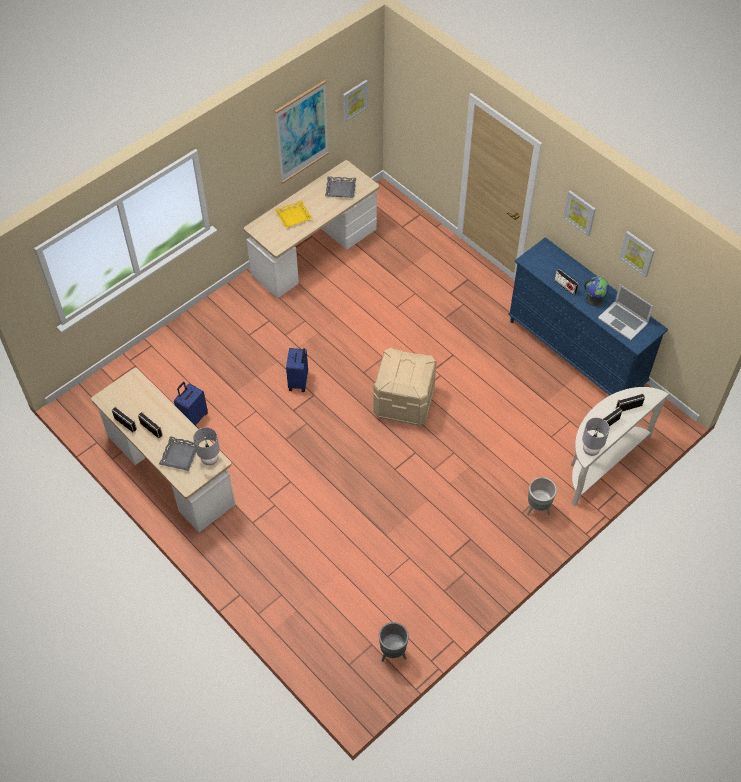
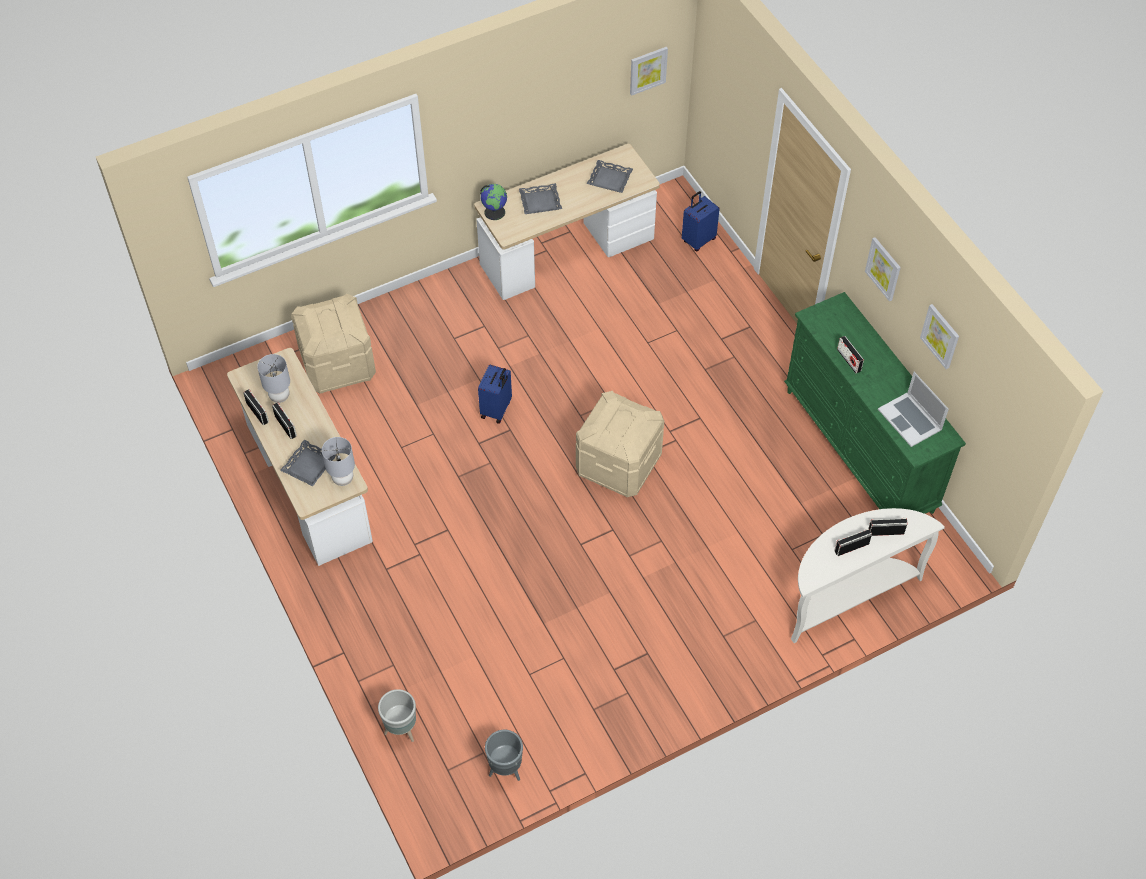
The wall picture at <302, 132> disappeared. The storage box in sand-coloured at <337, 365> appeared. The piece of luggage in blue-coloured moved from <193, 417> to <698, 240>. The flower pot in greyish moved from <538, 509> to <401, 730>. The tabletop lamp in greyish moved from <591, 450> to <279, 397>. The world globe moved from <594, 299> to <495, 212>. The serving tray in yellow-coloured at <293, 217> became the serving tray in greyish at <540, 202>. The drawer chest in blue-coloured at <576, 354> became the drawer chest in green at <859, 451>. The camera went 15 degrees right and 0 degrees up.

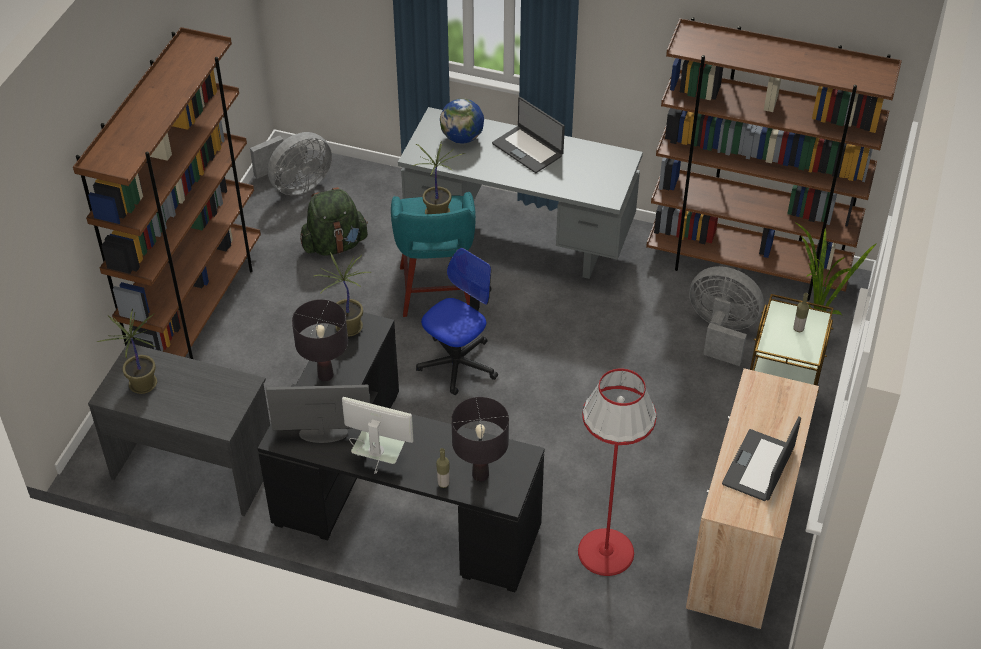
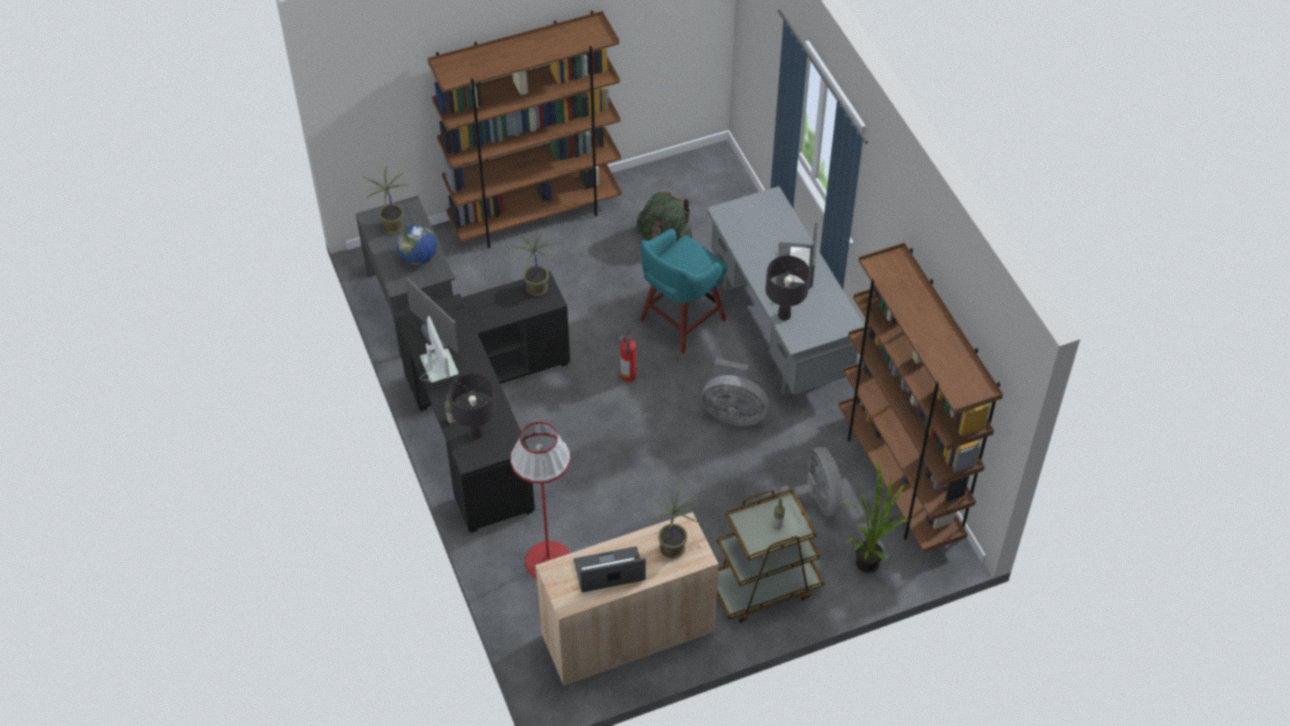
The fan in greyish moved from <296, 185> to <733, 413>. The tabletop lamp in blackish moved from <325, 375> to <784, 315>. The plant in a pot moved from <437, 213> to <673, 548>. The world globe moved from <462, 138> to <418, 258>. The computer chair at <457, 364> was replaced by the fire extinguisher at <628, 377>. The camera went 50 degrees right and 5 degrees up.

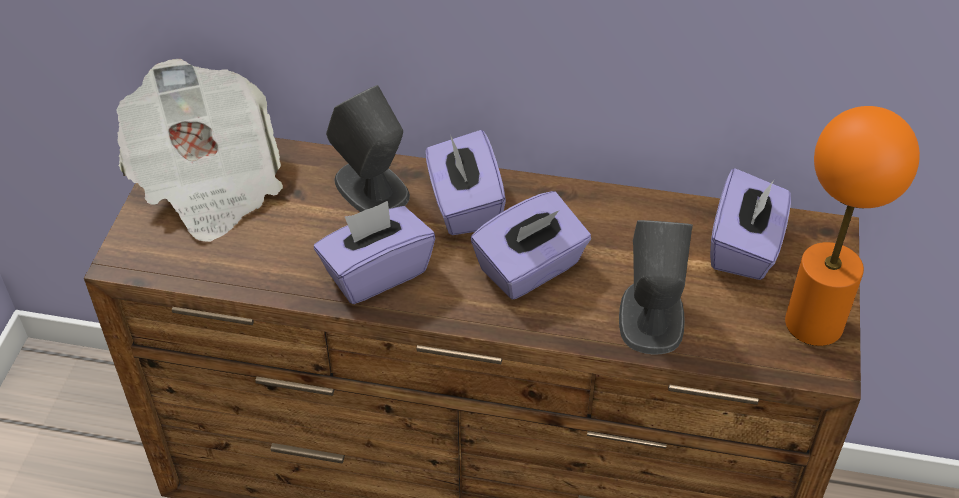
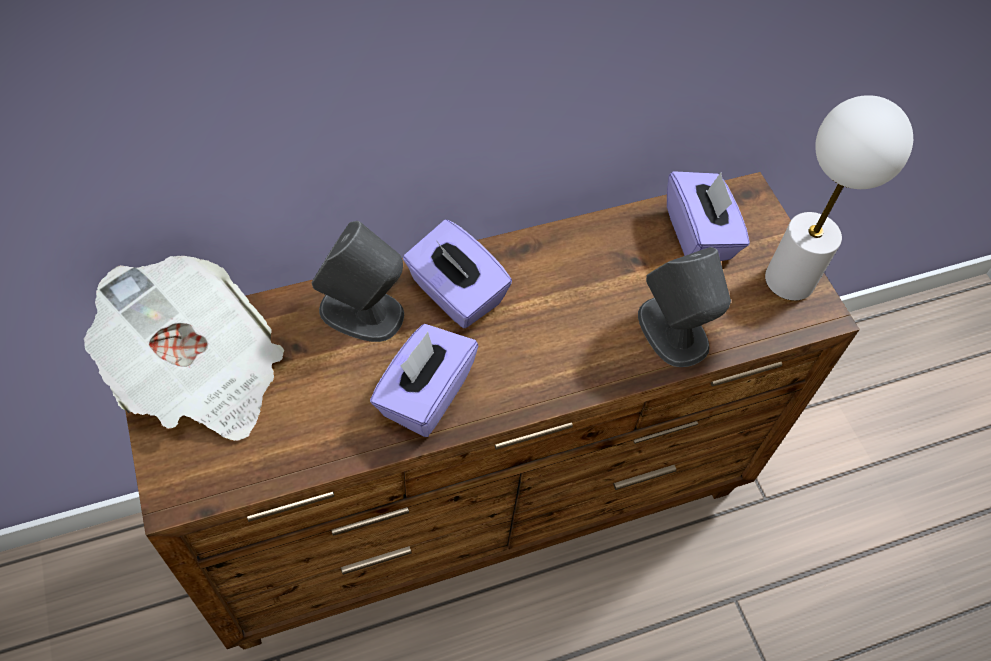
The tissue box in purplish at <530, 269> disappeared. The tabletop lamp in orange-coloured at <813, 324> became the tabletop lamp in whitish at <789, 280>. The camera went 35 degrees left and 10 degrees up.

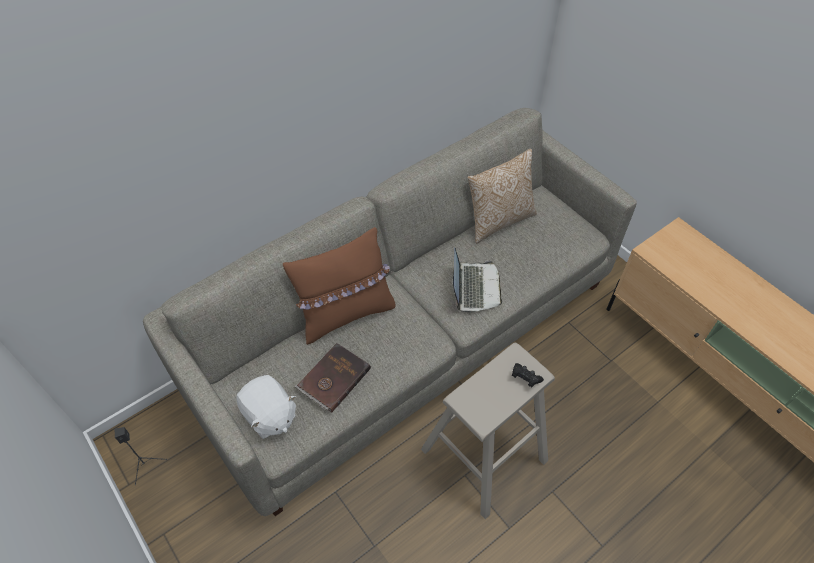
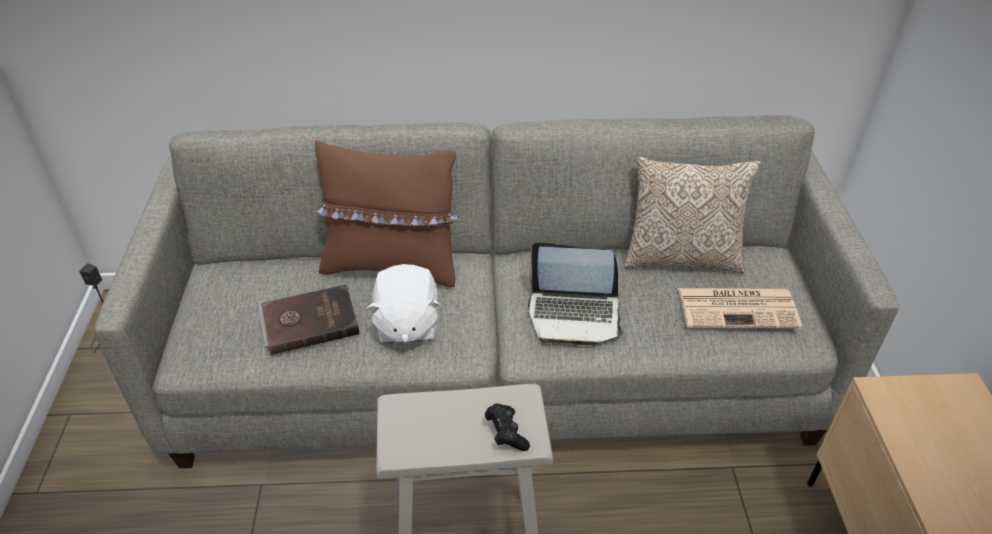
The newspaper at <739, 308> appeared. The plush toy in whitish moved from <269, 416> to <406, 324>. The laptop at <474, 287> turned 60 degrees clockwise. The camera went 35 degrees right and 10 degrees down.

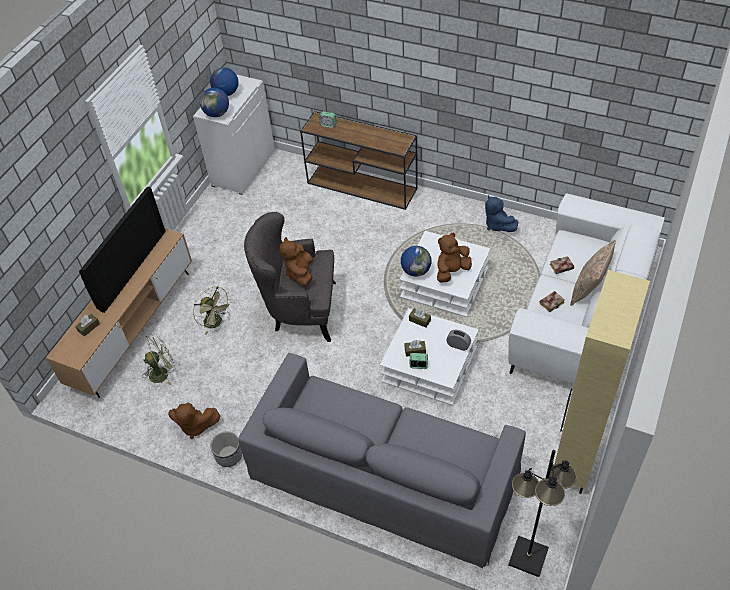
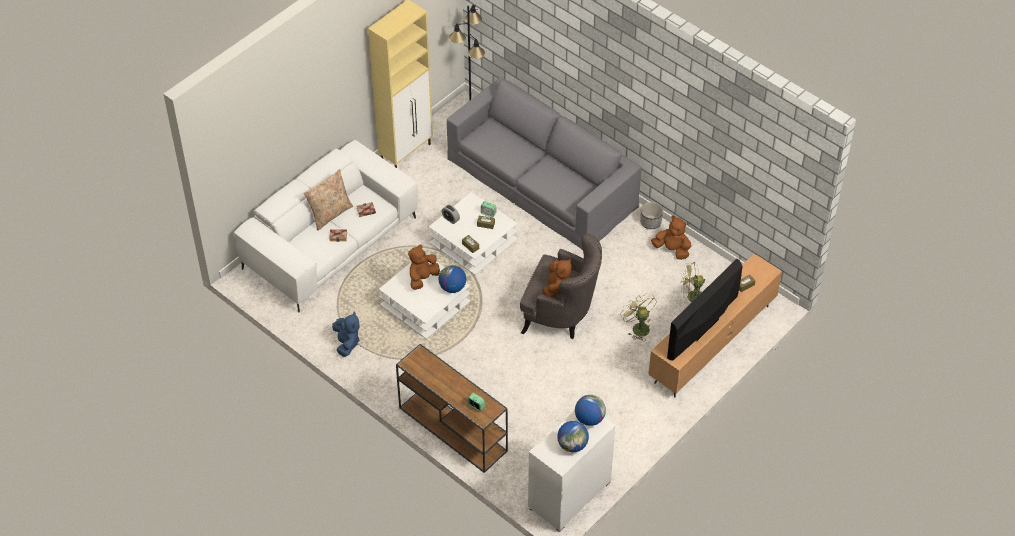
The plush toy in brown-coloured at <452, 271> turned 150 degrees clockwise. The camera went 165 degrees left and 0 degrees up.

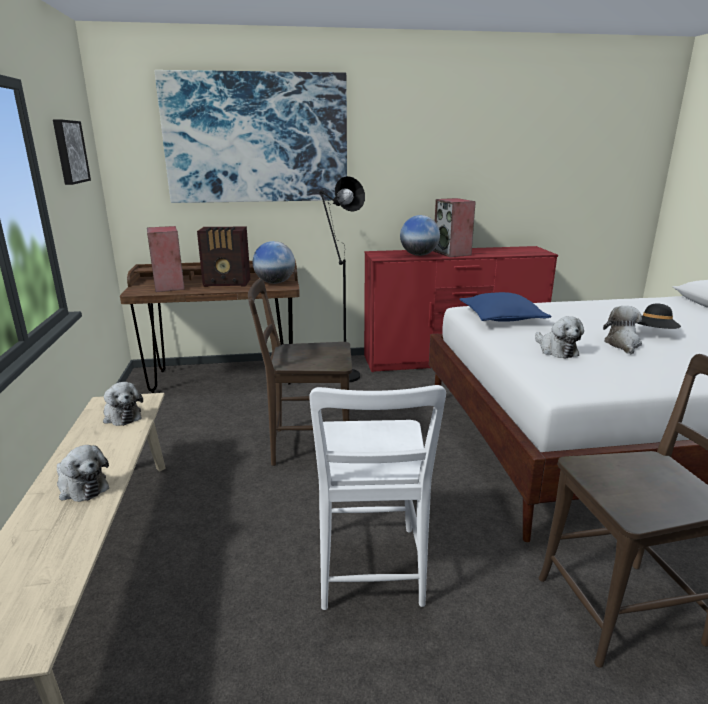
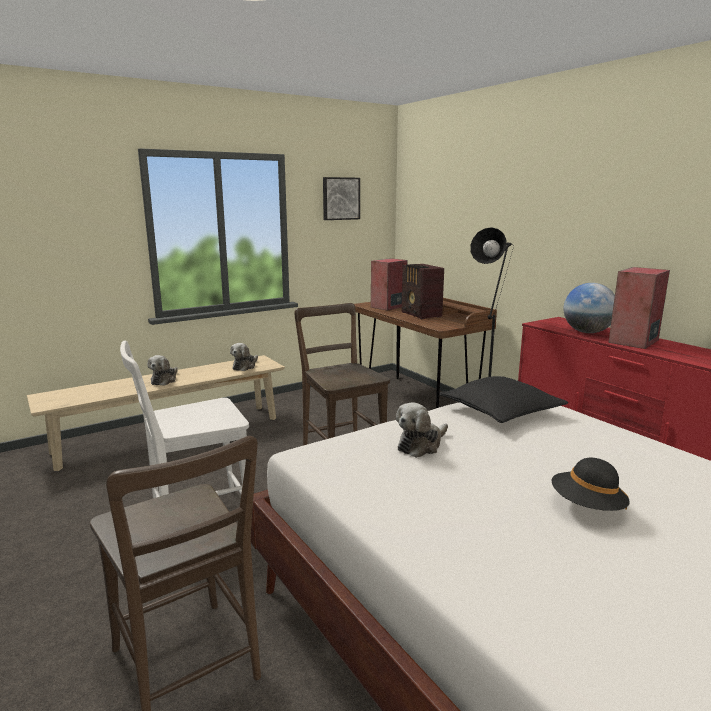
The wall picture at <257, 139> disappeared. The world globe at <275, 283> disappeared. The plush toy at <622, 344> disappeared. The throw pillow in blue-coloured at <501, 318> became the throw pillow in blackish at <501, 411>. The camera went 65 degrees right and 5 degrees down.

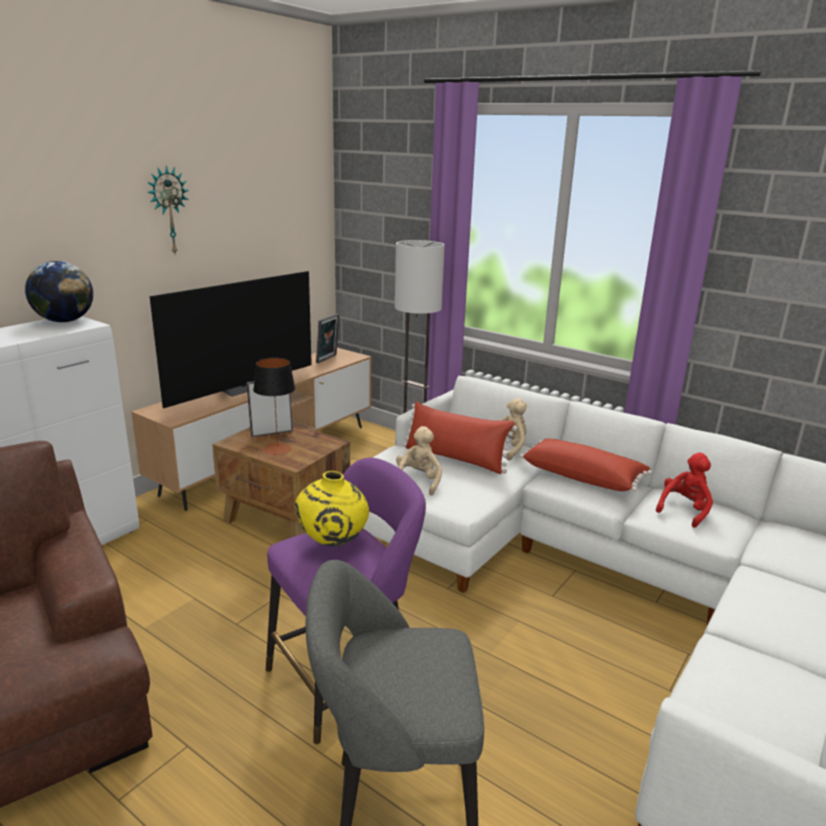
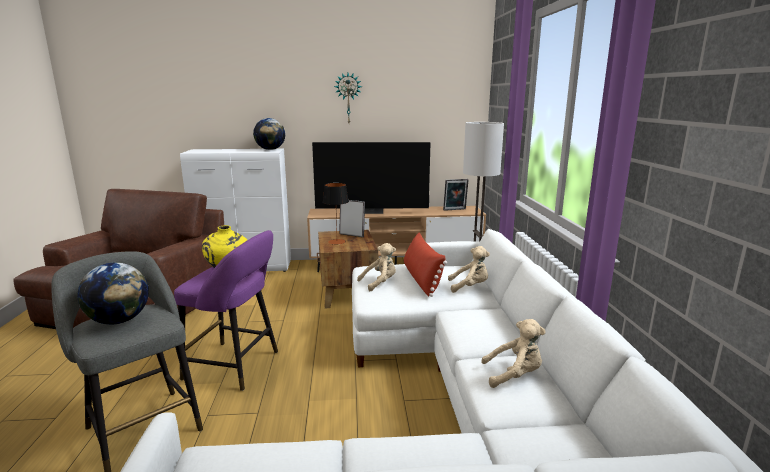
The throw pillow in red at <583, 477> disappeared. The world globe at <119, 320> appeared. The plush toy in red at <684, 510> became the plush toy in sand-coloured at <514, 375>. The camera went 50 degrees right and 5 degrees down.

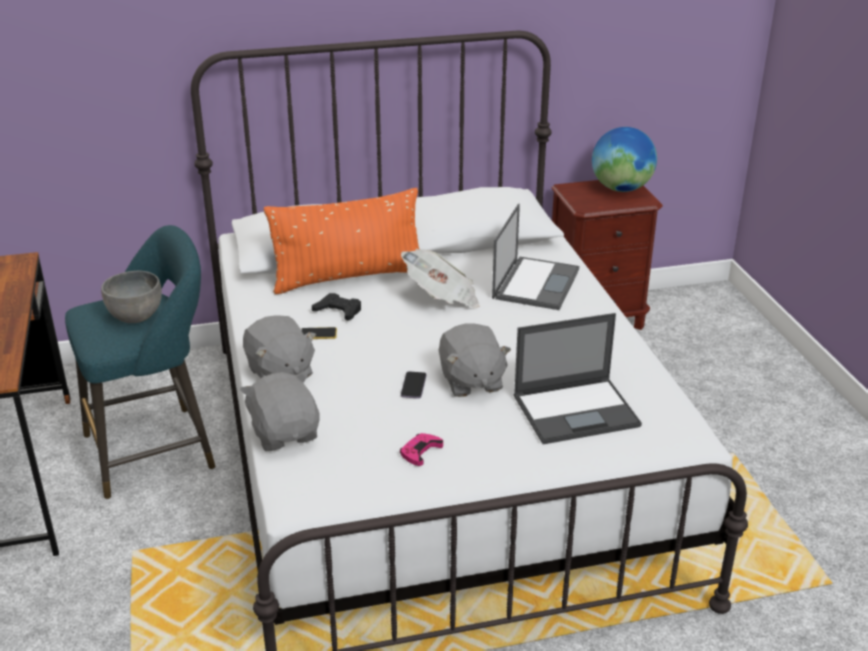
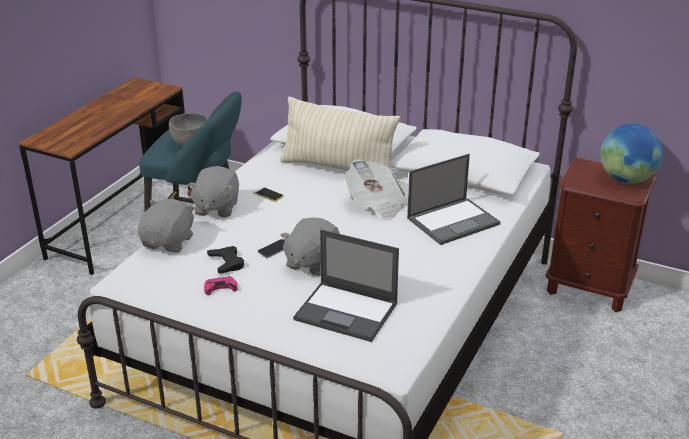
The game controller in blackish moved from <338, 311> to <226, 263>. The throw pillow in orange-coloured at <349, 278> became the throw pillow in sand-coloured at <338, 168>. The camera went 40 degrees right and 0 degrees up.

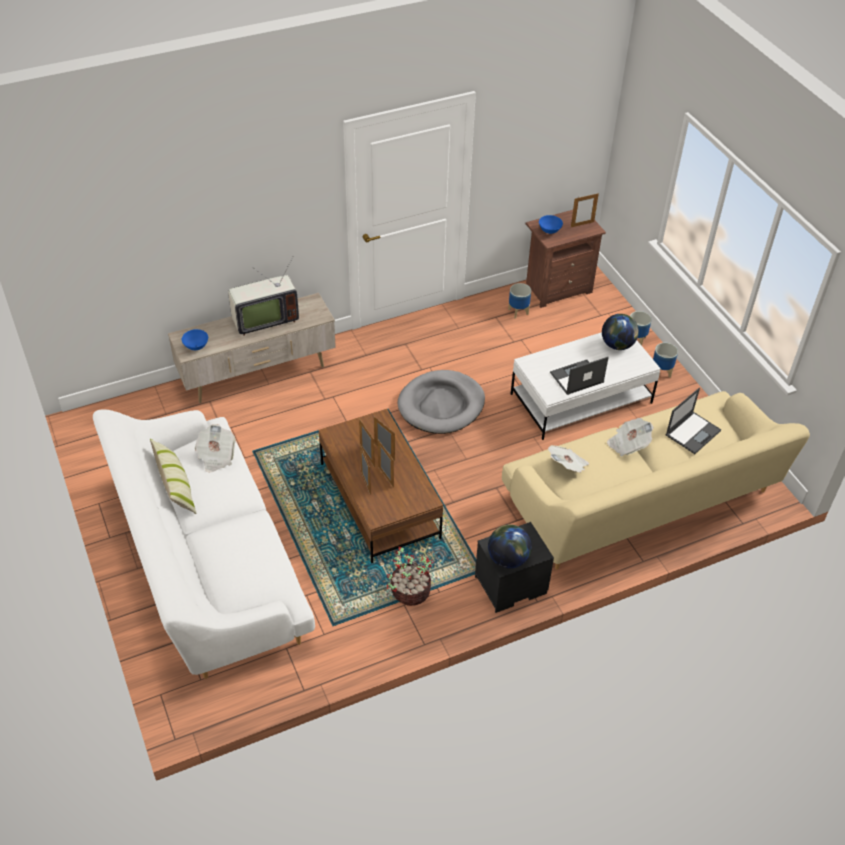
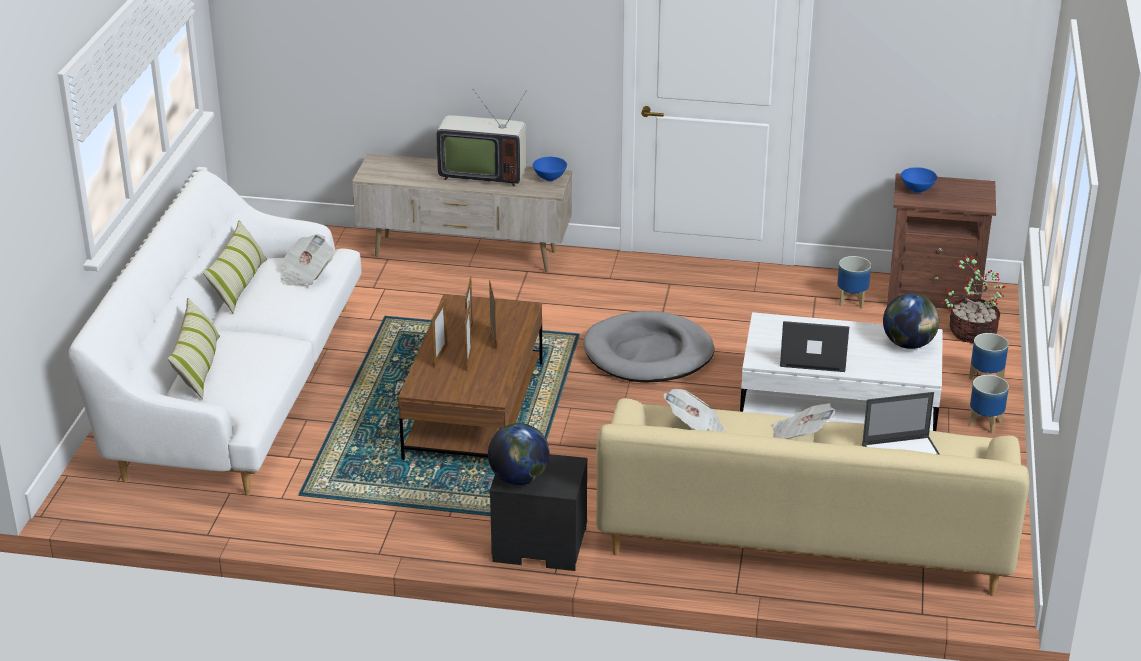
The picture frame at <582, 224> disappeared. The throw pillow at <198, 367> appeared. The serving bowl in blue-coloured moved from <196, 347> to <549, 178>. The plant in a pot moved from <409, 591> to <970, 332>. The camera went 35 degrees right and 15 degrees down.

